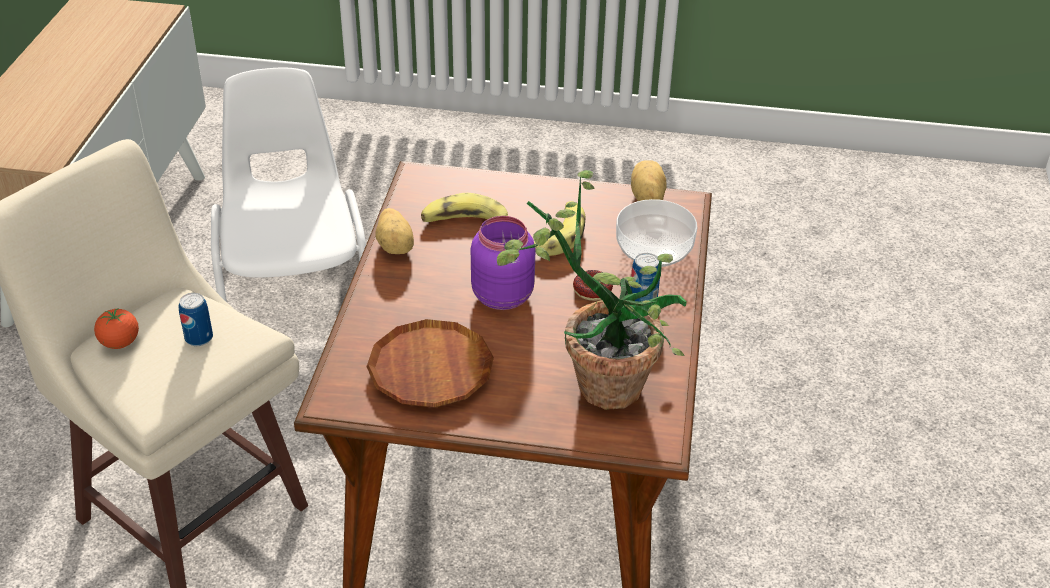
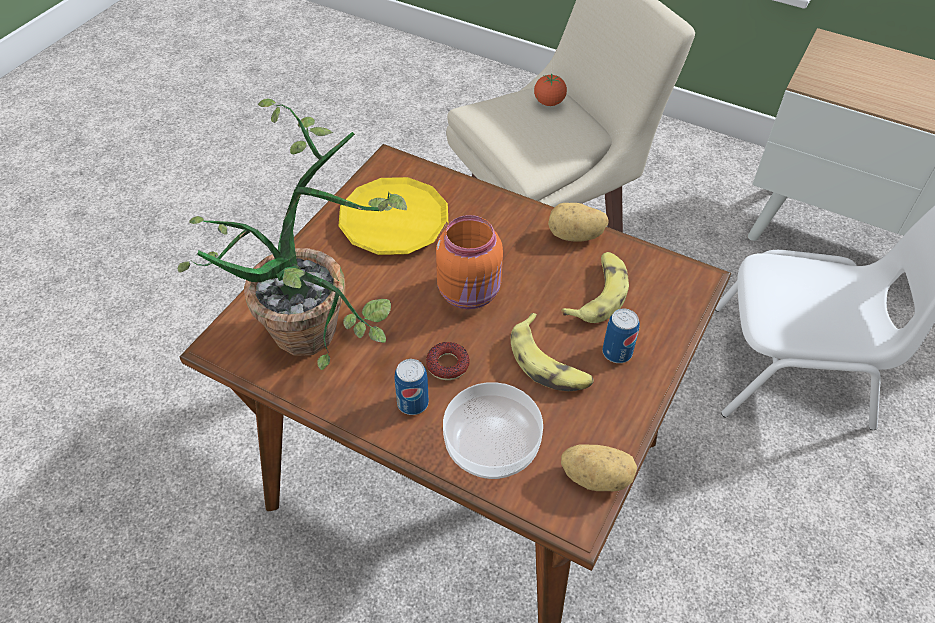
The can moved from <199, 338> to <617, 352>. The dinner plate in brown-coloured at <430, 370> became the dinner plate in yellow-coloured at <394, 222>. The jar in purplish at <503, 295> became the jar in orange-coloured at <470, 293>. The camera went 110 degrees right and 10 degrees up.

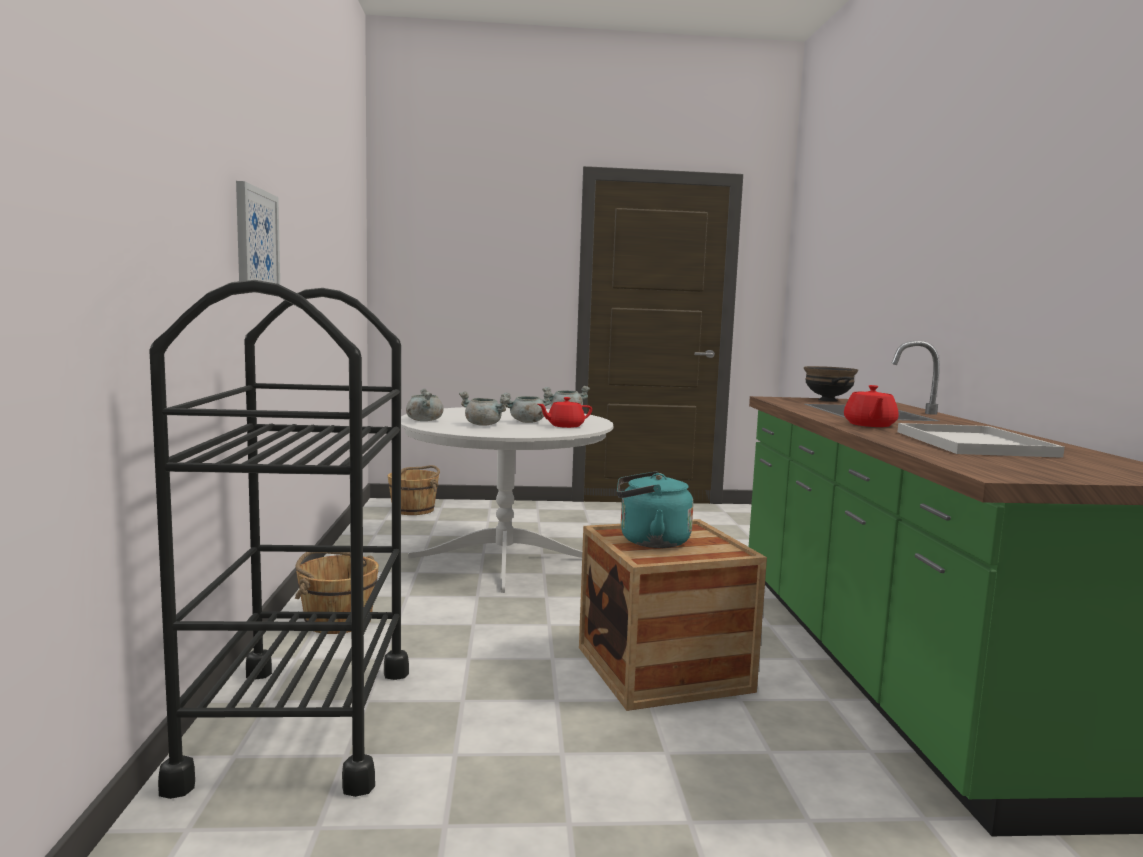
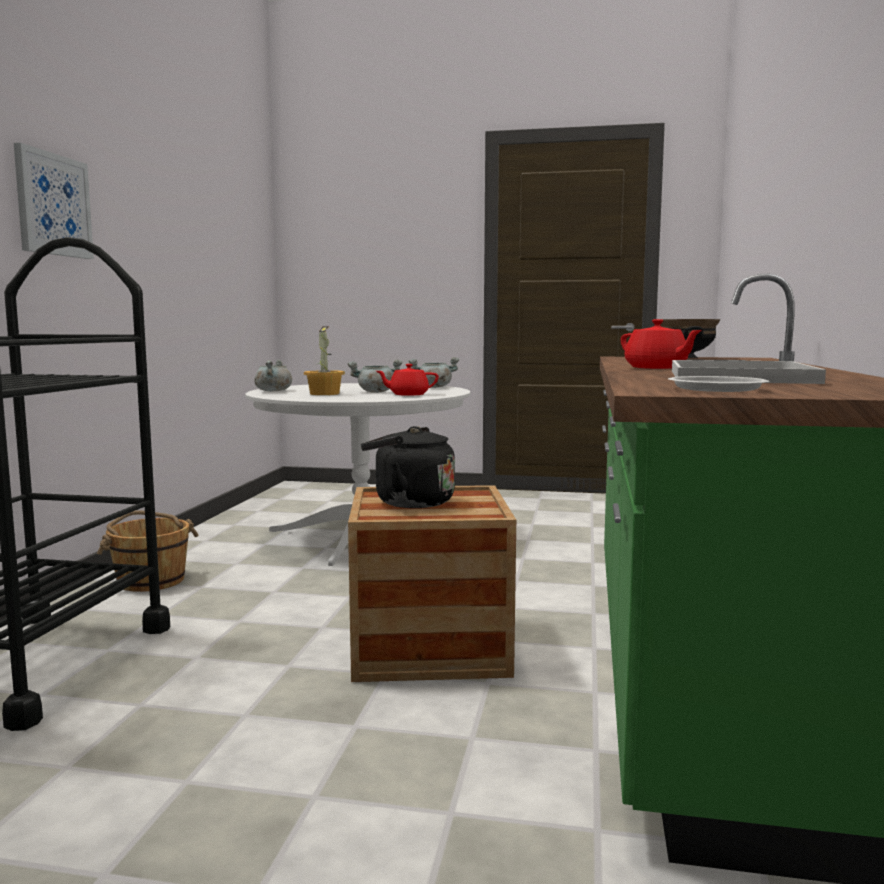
The water bucket in brown-coloured at <414, 509> disappeared. The dinner plate in whitish at <717, 389> appeared. The cooking pot in greyish at <484, 425> was replaced by the plant in a pot at <325, 394>. The water kettle in blue-green at <649, 541> became the water kettle in blackish at <409, 502>. The teapot in red at <869, 425> turned 60 degrees counterclockwise. The camera went 15 degrees right and 0 degrees up.

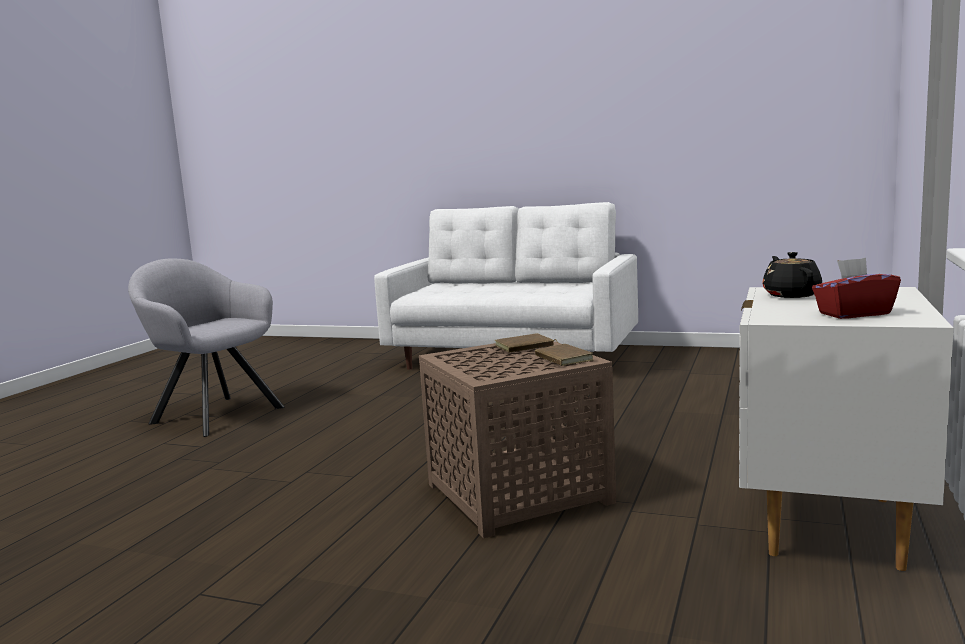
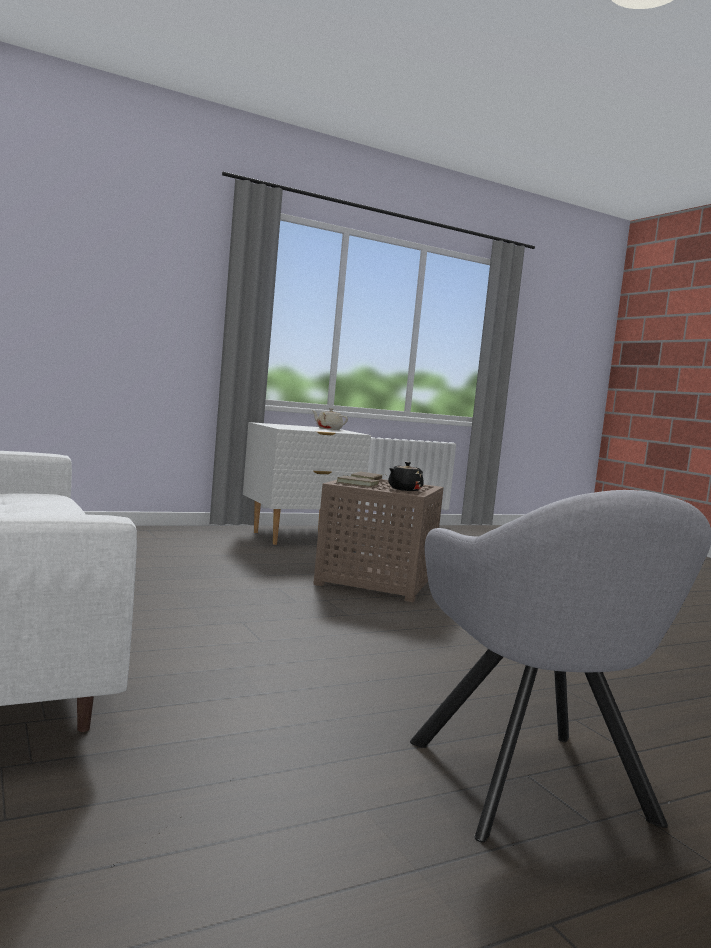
The teapot in blackish moved from <791, 295> to <404, 489>. The tissue box in red at <853, 314> was replaced by the teapot in sand-coloured at <328, 429>. The camera went 140 degrees left and 5 degrees down.

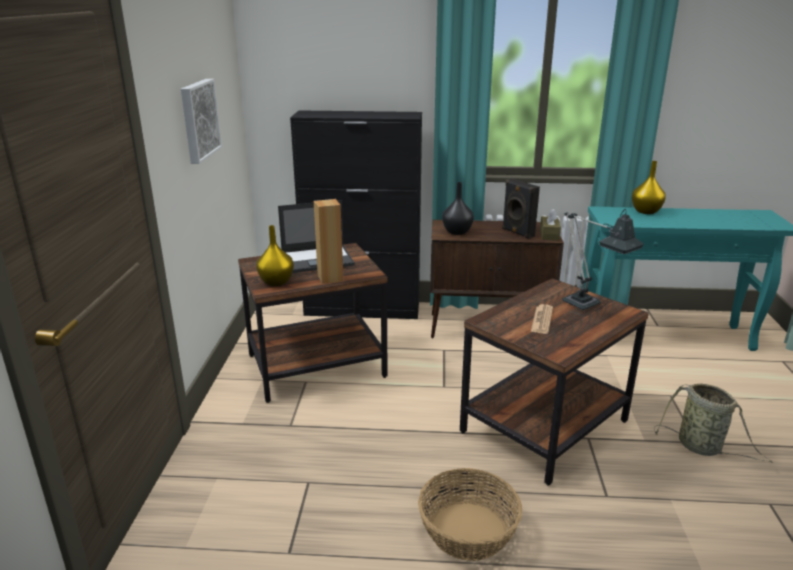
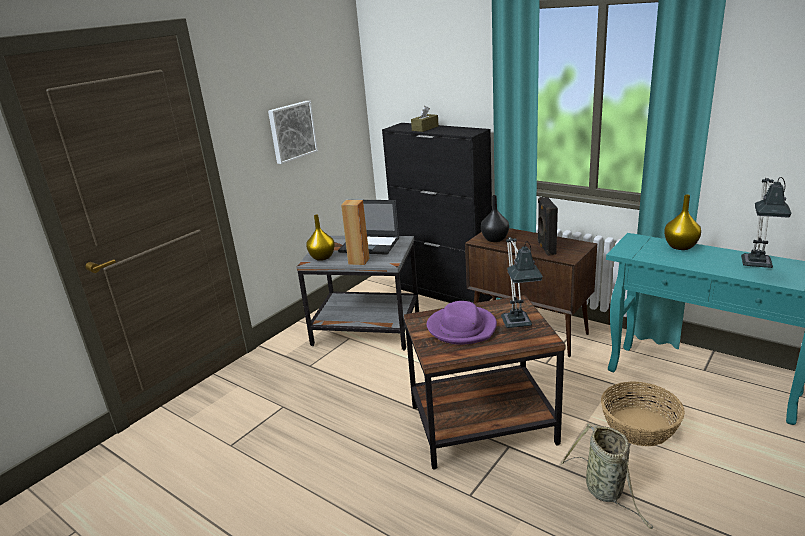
The tabletop lamp at <757, 266> appeared. The basket moved from <468, 531> to <640, 427>. The tissue box in brown-coloured moved from <549, 234> to <425, 128>. The newspaper at <542, 320> was replaced by the wearable hat in purplish at <462, 328>. The accent table in brown-coloured at <316, 365> became the accent table in greyish at <367, 328>. The camera went 35 degrees right and 0 degrees up.

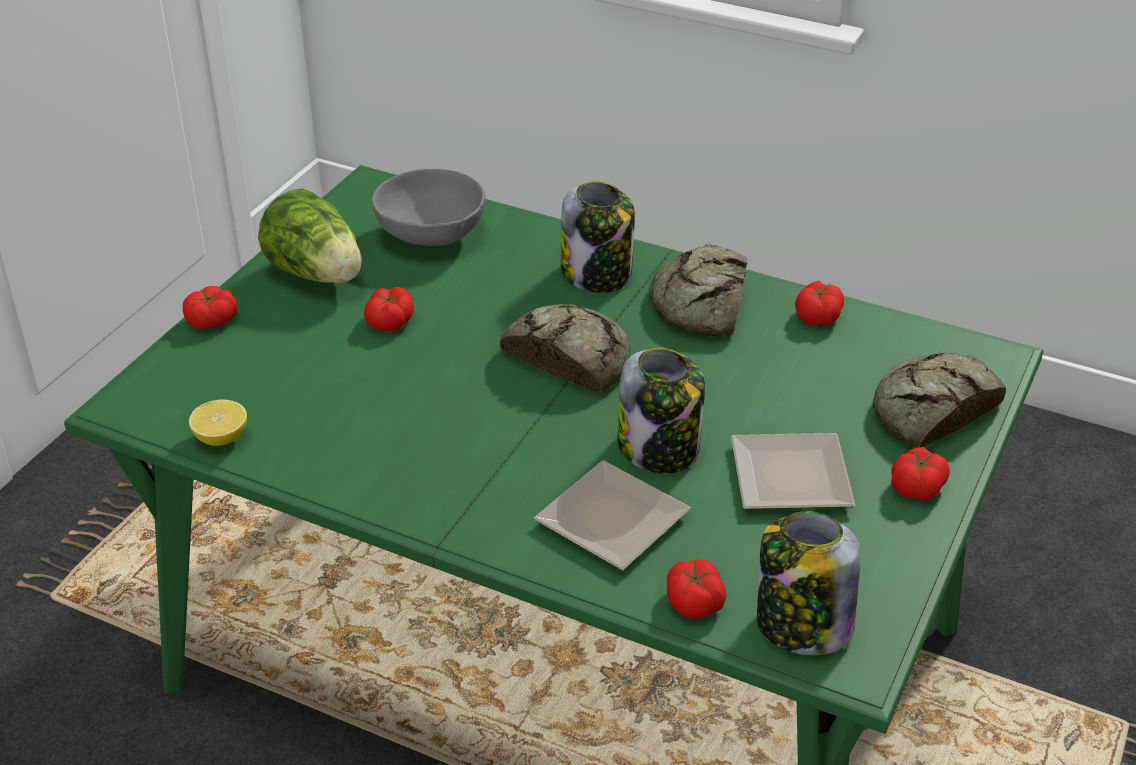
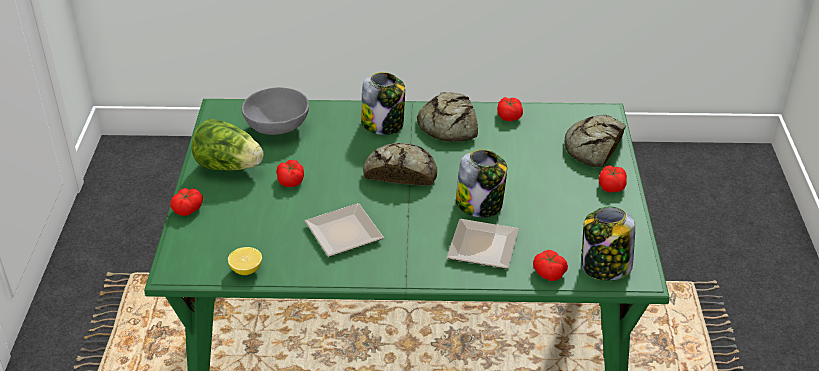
The dinner plate moved from <787, 480> to <343, 235>. The camera went 25 degrees left and 0 degrees up.

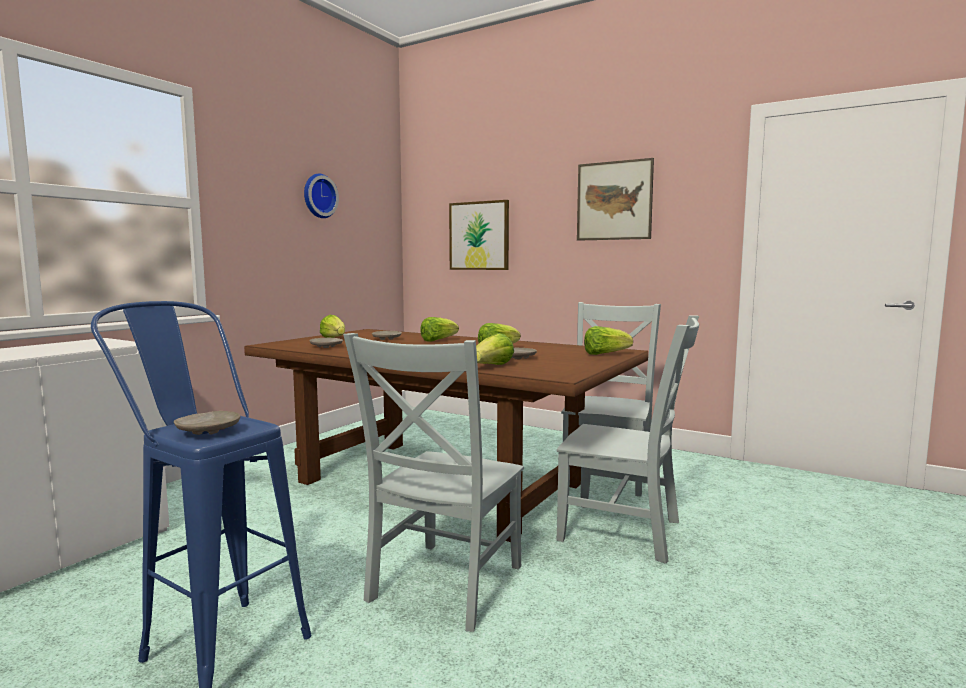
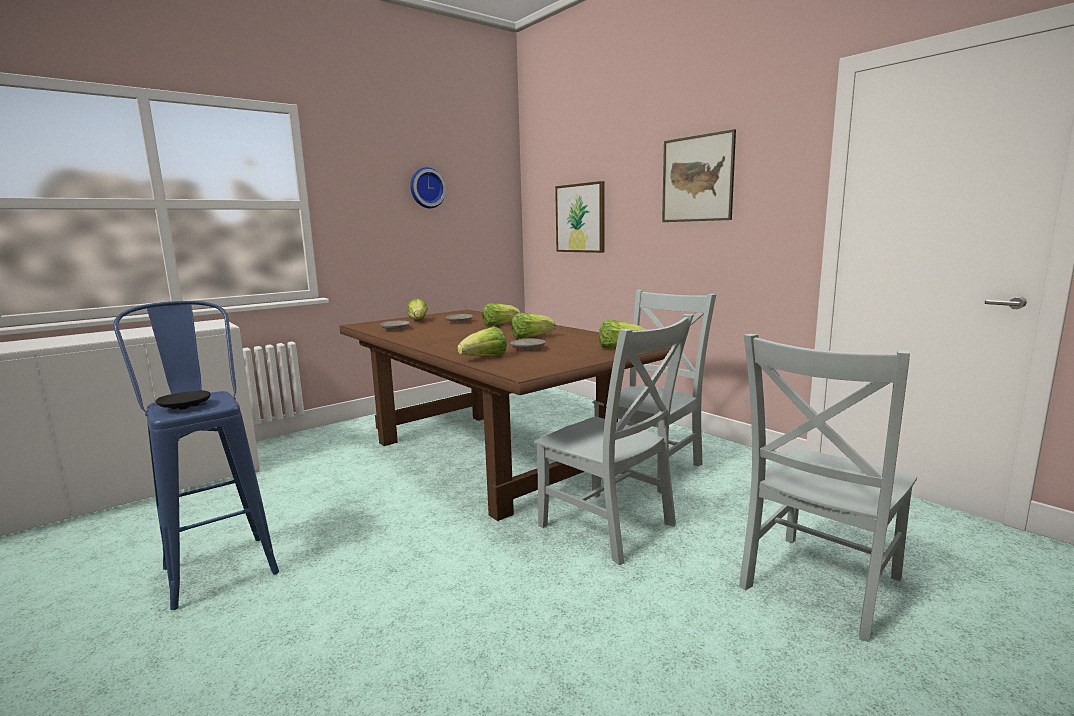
The upright chair in greyish moved from <442, 586> to <817, 585>. The dinner plate in sand-coloured at <208, 431> became the dinner plate in blackish at <185, 406>. The camera went 20 degrees right and 5 degrees up.

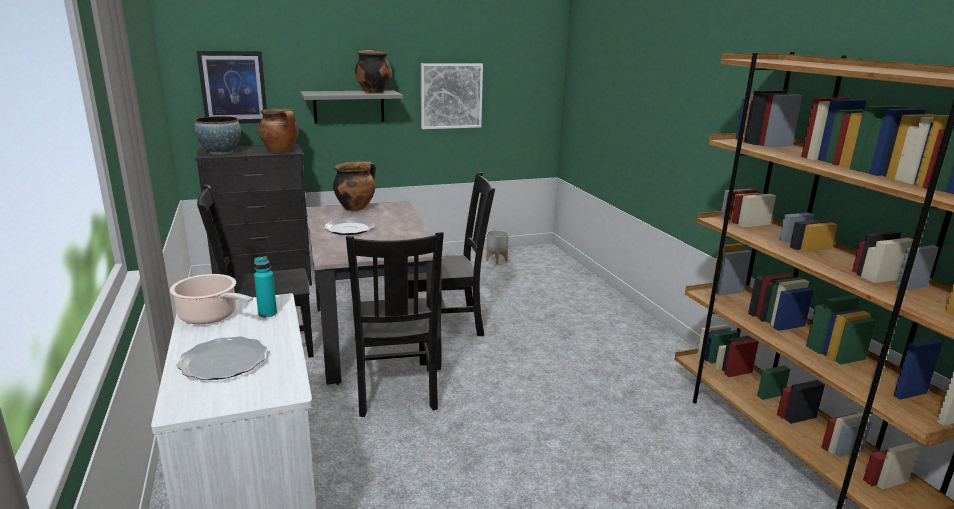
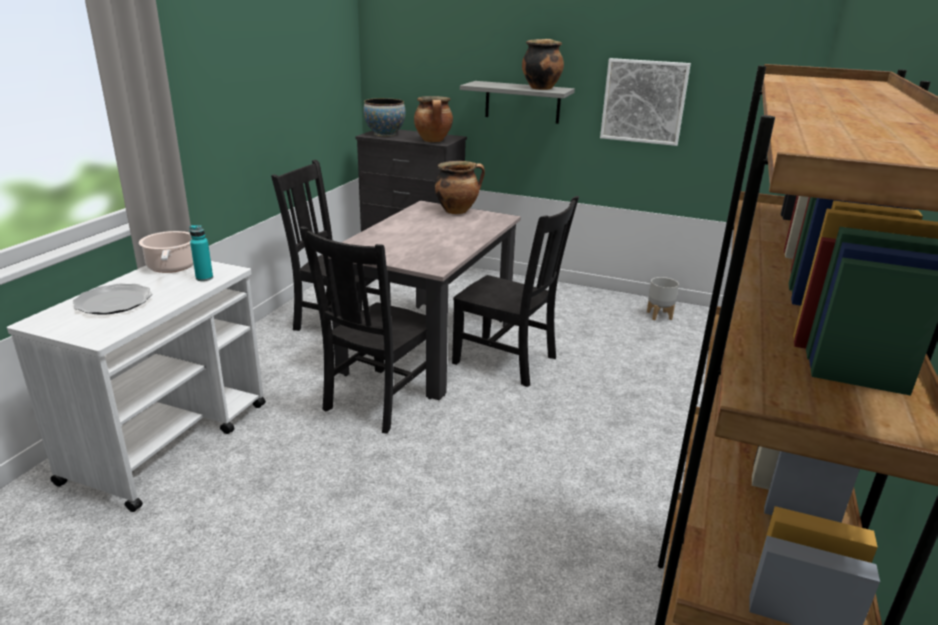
The wall picture at <233, 87> disappeared. The dinner plate at <349, 228> disappeared. The camera went 40 degrees right and 5 degrees up.

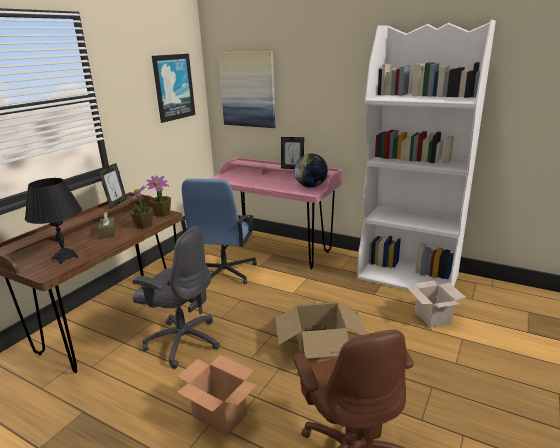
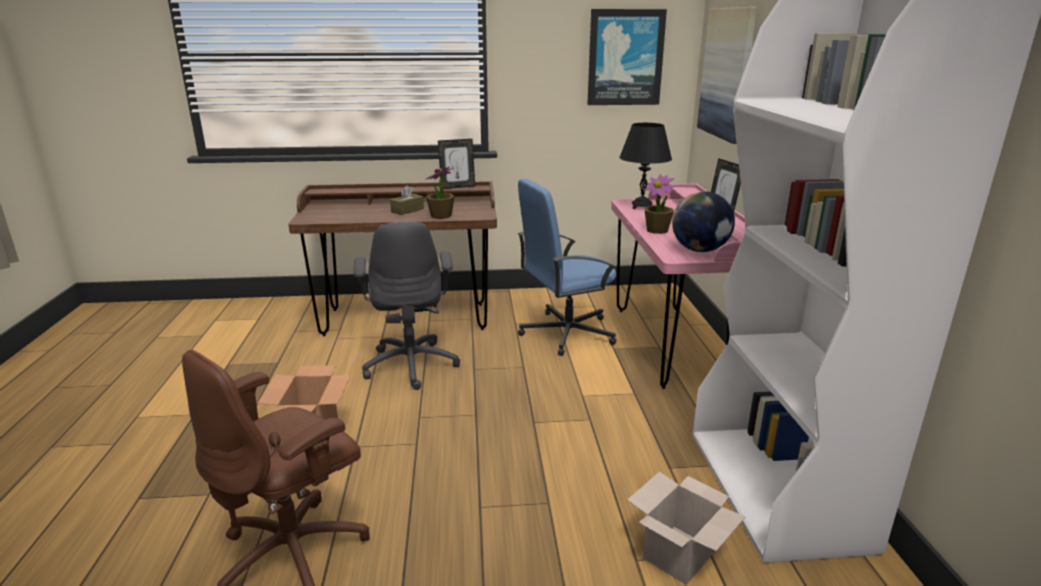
The packing box at <320, 345> disappeared. The tabletop lamp in blackish moved from <65, 258> to <641, 206>. The plant in a pot moved from <162, 213> to <657, 230>. The camera went 55 degrees right and 0 degrees up.

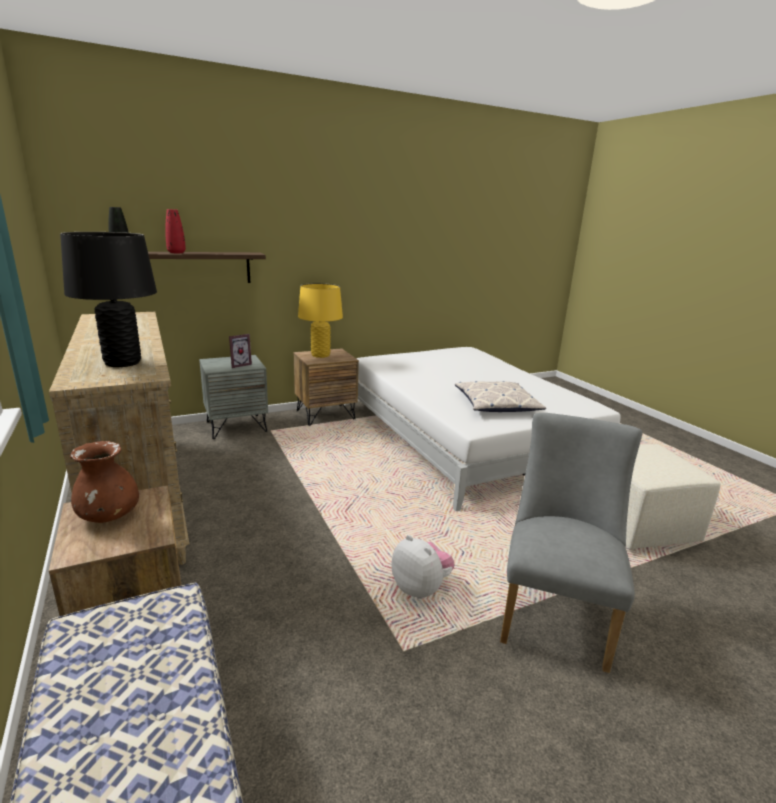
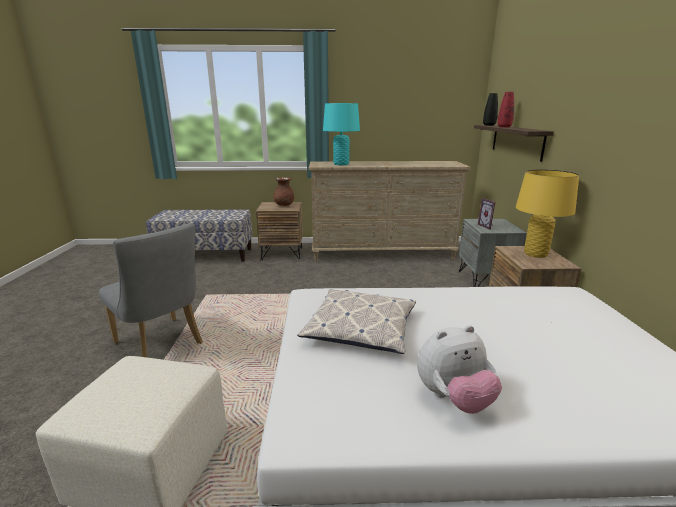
The plush toy moved from <421, 588> to <454, 399>. The tabletop lamp in blackish at <123, 363> became the tabletop lamp in blue-green at <341, 164>. The camera went 115 degrees right and 0 degrees up.

